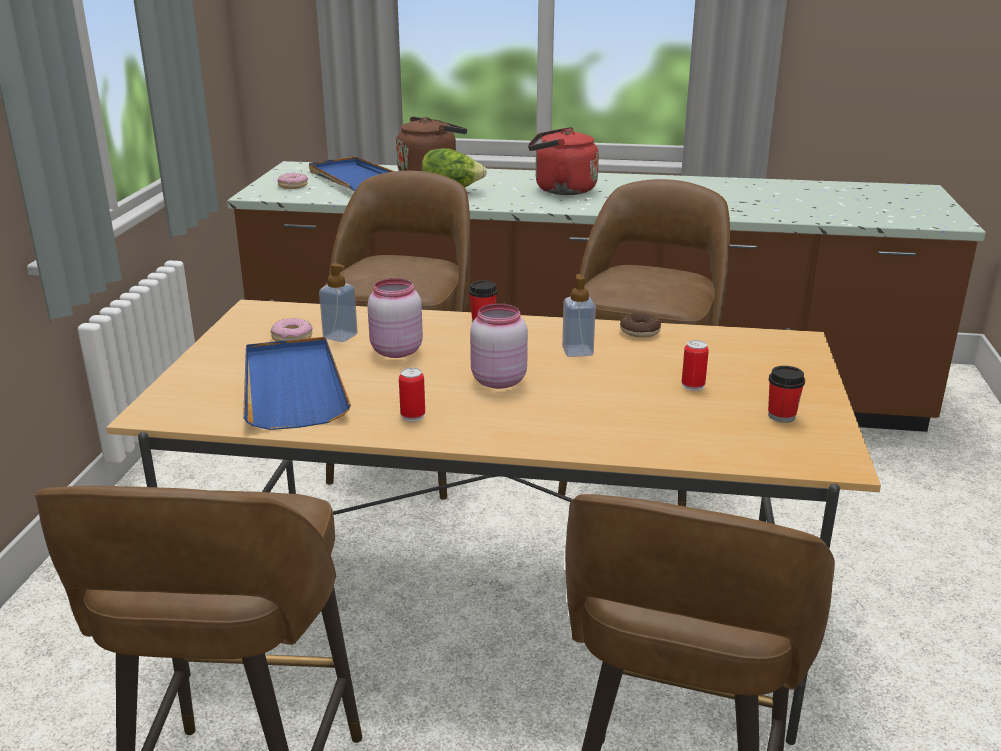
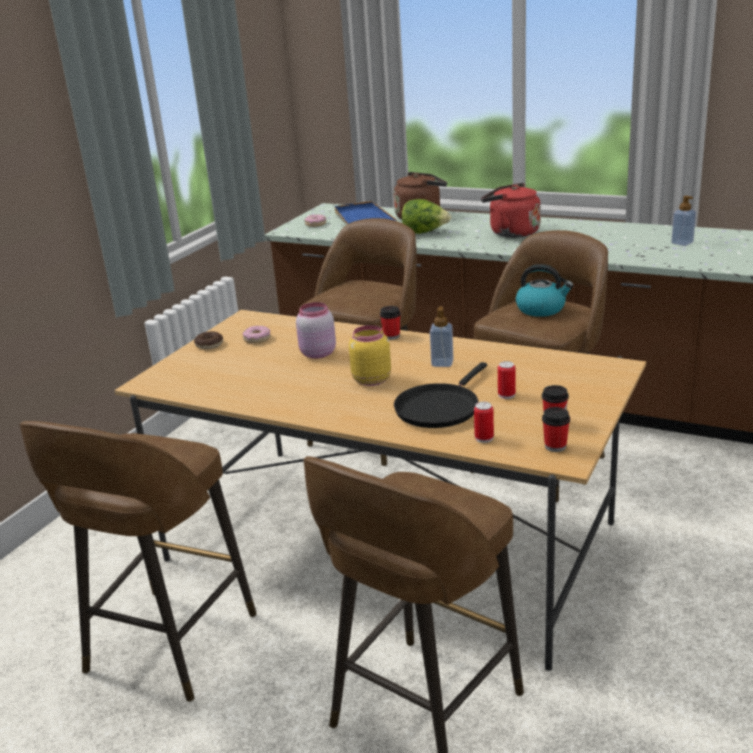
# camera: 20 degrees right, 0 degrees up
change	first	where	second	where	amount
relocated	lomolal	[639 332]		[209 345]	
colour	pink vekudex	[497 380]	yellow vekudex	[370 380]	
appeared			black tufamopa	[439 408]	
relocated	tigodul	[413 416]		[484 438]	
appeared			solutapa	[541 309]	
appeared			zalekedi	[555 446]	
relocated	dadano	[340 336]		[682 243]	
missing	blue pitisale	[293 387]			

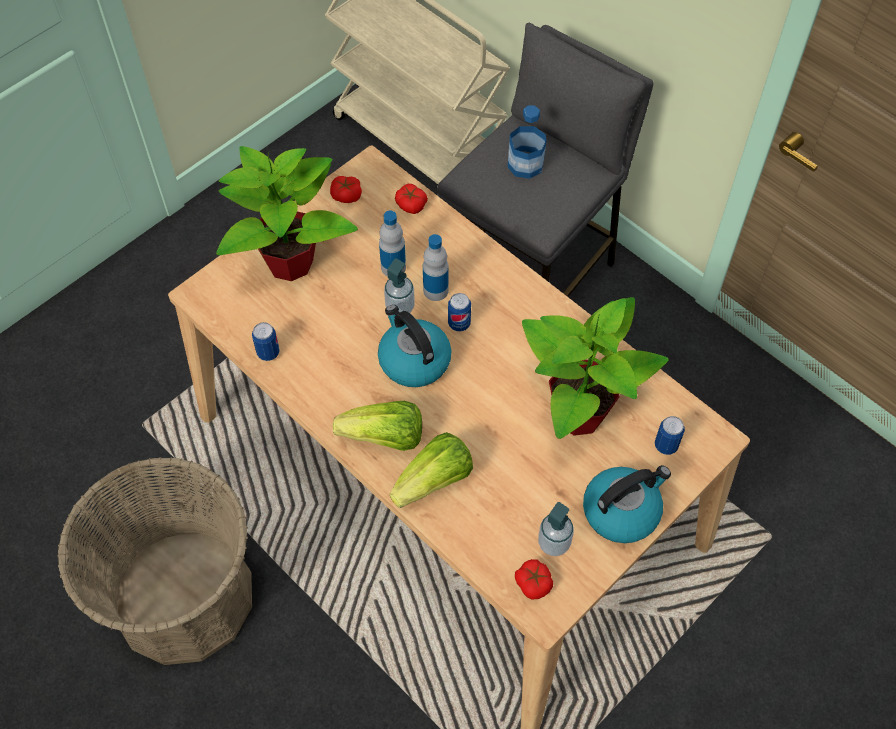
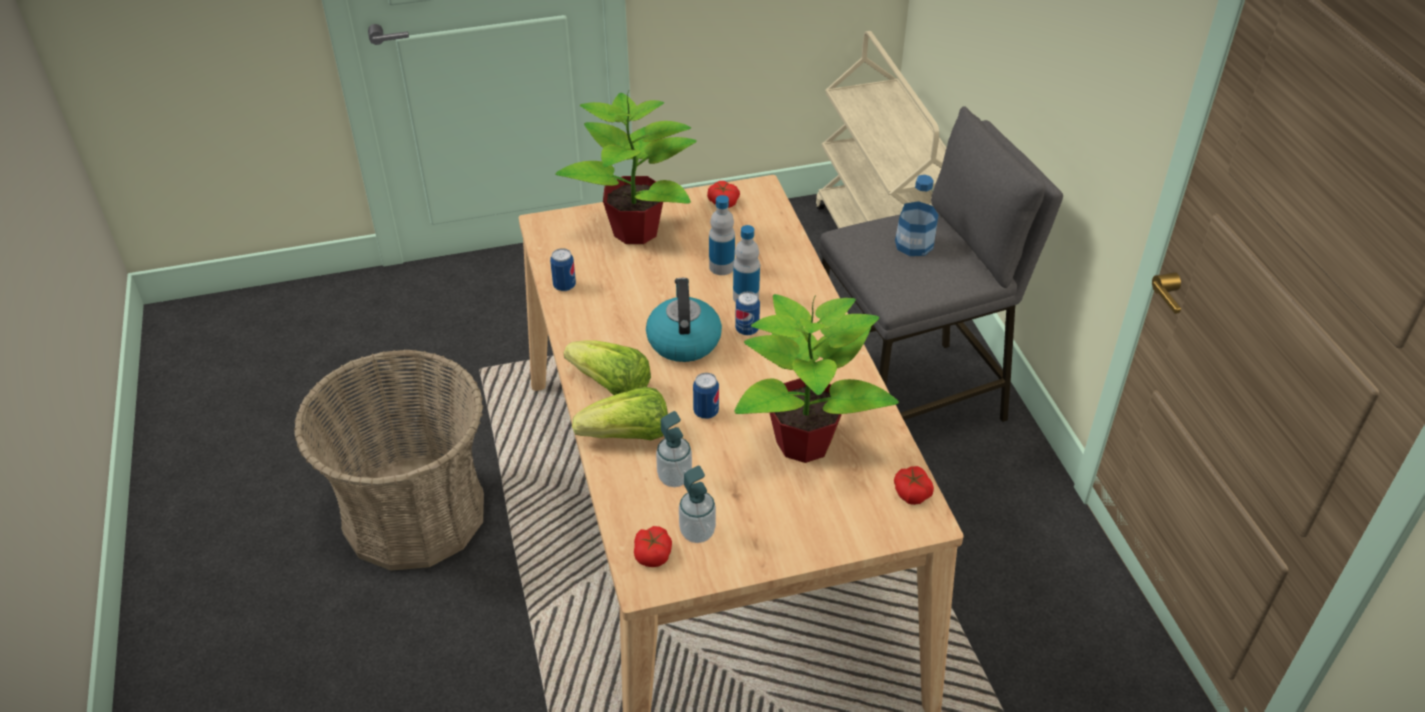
# camera: 30 degrees right, 15 degrees down
change	first	where	second	where	amount
relocated	dadano	[400 308]		[674 477]	
relocated	tigodul	[666 445]		[706 412]	
relocated	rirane	[411 204]		[911 492]	
missing	solutapa	[622 510]			

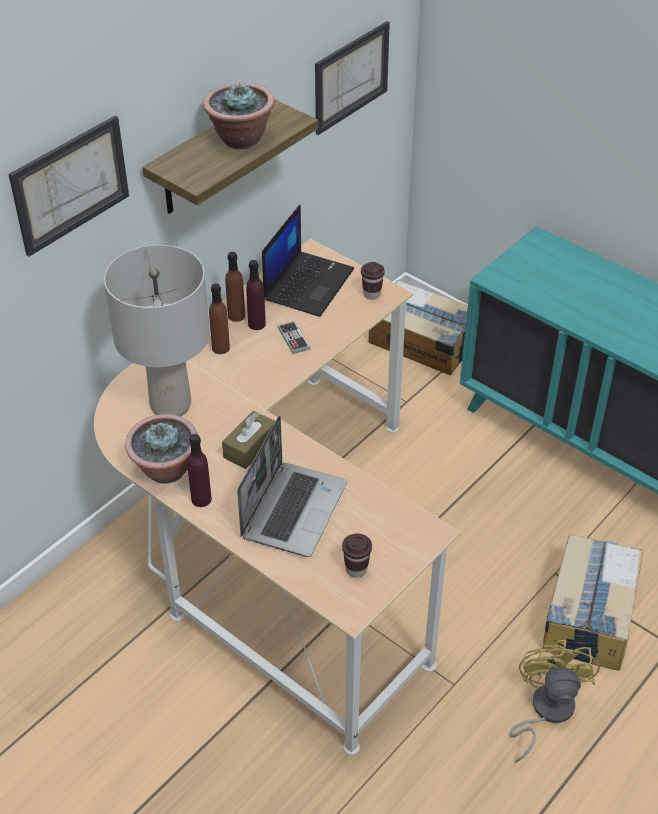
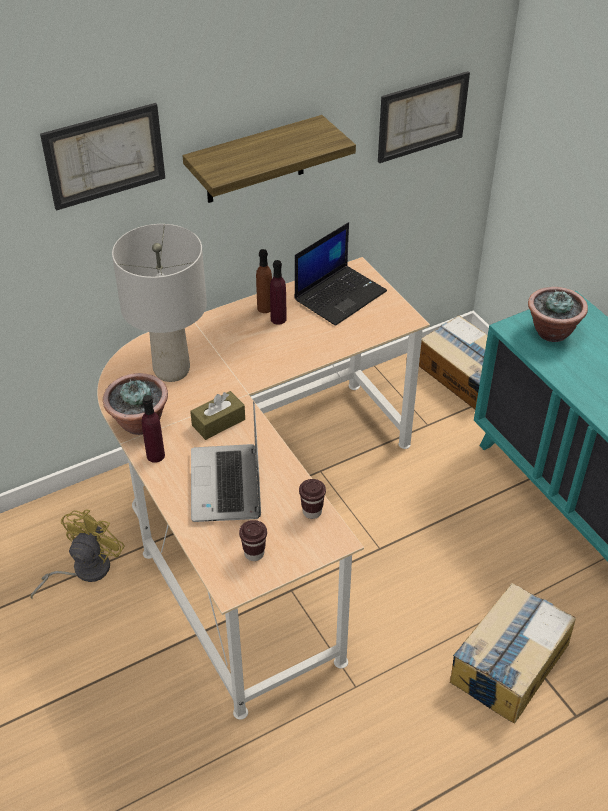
# camera: 20 degrees right, 0 degrees up
change	first	where	second	where	amount
relocated	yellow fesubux	[545 711]		[83 570]	
spun	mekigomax	[293 509]		[227 485]	135 degrees clockwise
relocated	brown zalekedi	[372 294]		[312 512]	
relocated	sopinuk	[240 138]		[551 331]	
missing	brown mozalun	[220 348]			
missing	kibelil	[293 339]			

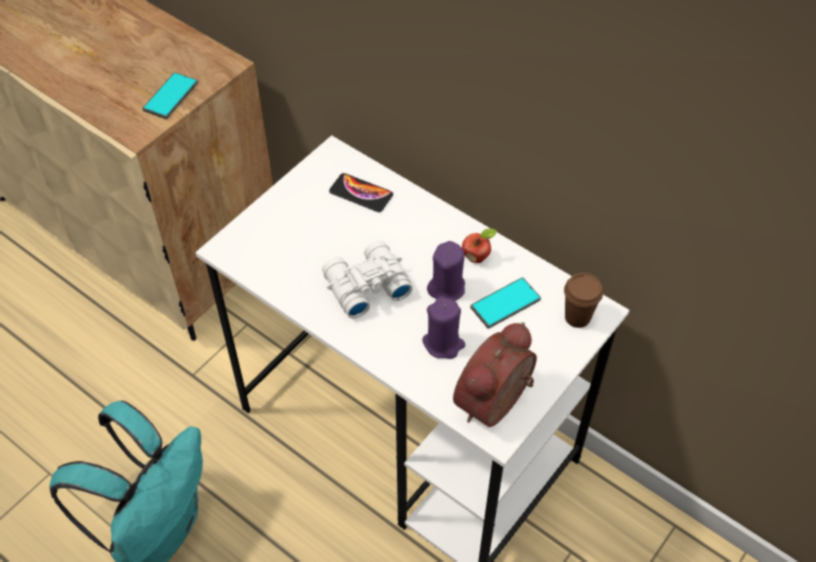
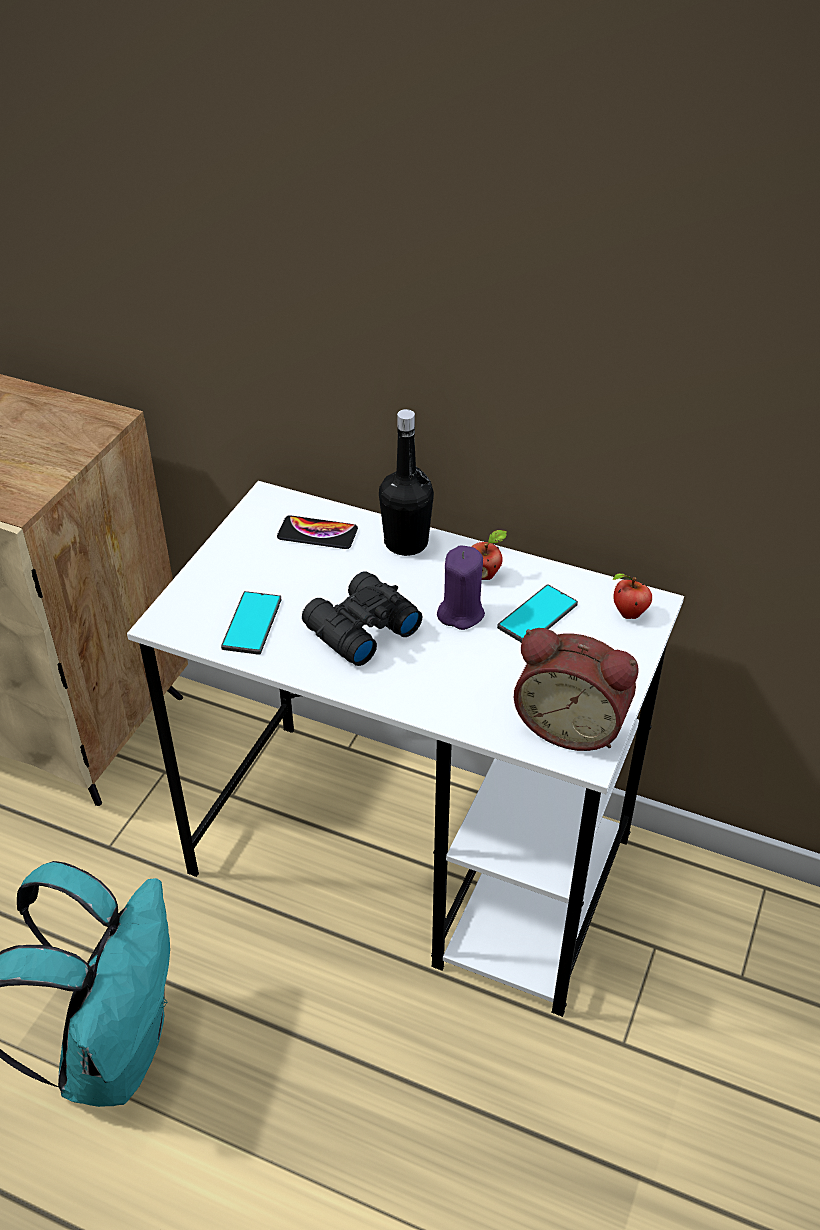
# camera: 15 degrees left, 10 degrees down
change	first	where	second	where	amount
relocated	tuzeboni	[170 96]		[252 623]	
colour	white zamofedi	[364 285]	black zamofedi	[359 629]	
appeared			black mozalun	[406 543]	
spun	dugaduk	[497 404]		[571 724]	90 degrees counterclockwise
exchanged	brown zalekedi	[577 317]	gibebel	[628 614]	
missing	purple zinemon	[443 343]			

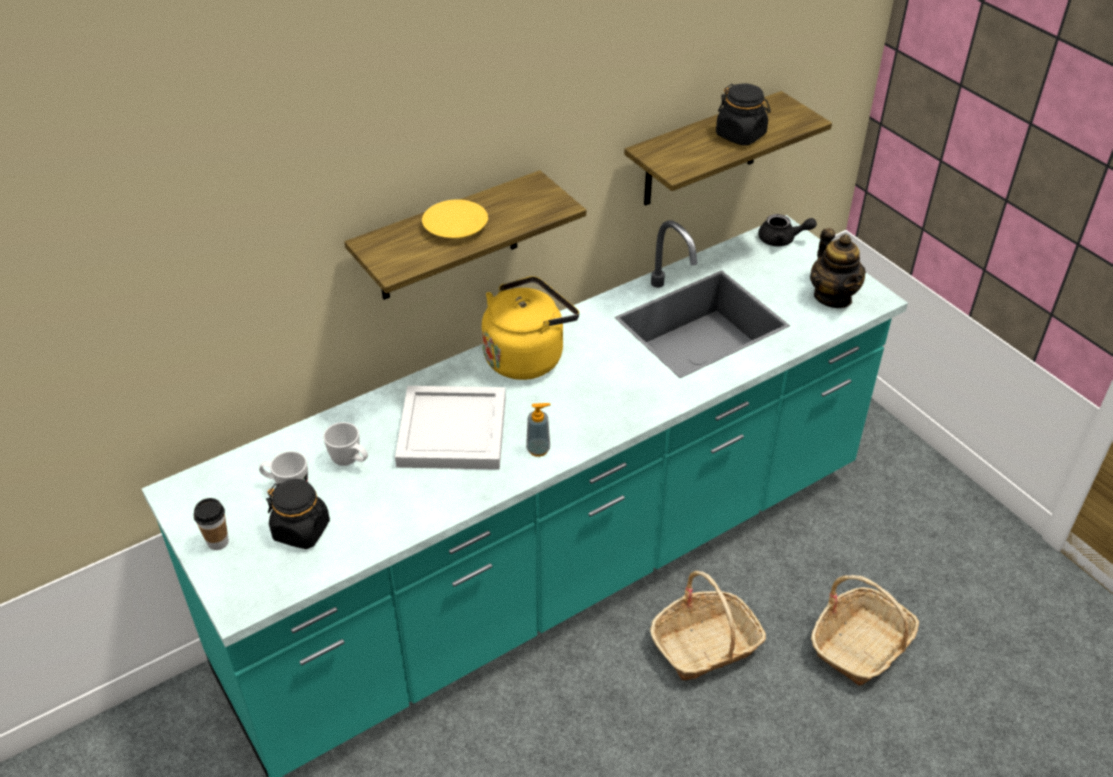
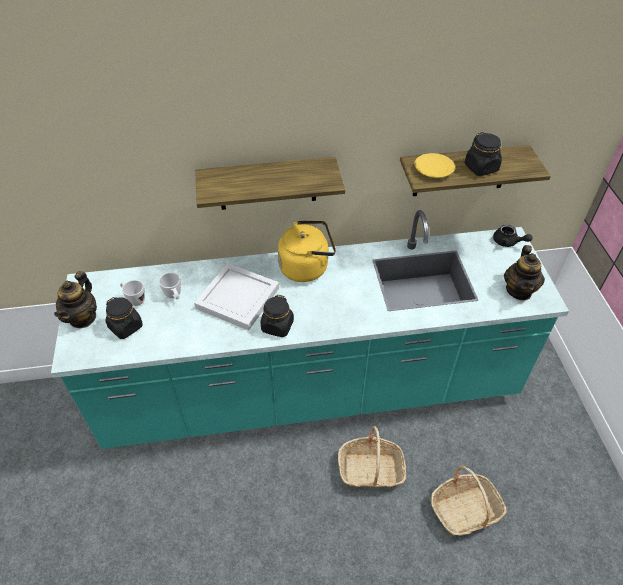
# camera: 25 degrees right, 5 degrees up
change	first	where	second	where	amount
exchanged	zalekedi	[218 542]	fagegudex	[82 317]	
exchanged	dadano	[538 449]	black vekudex	[277 326]	
relocated	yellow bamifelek	[456 227]		[434 170]	

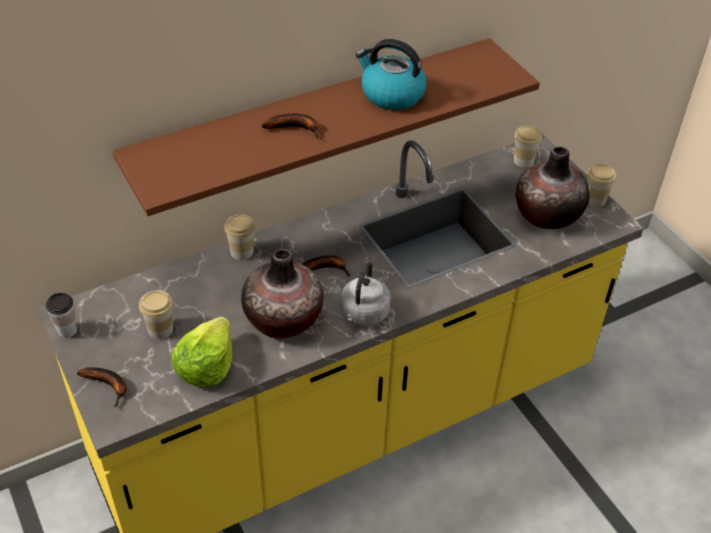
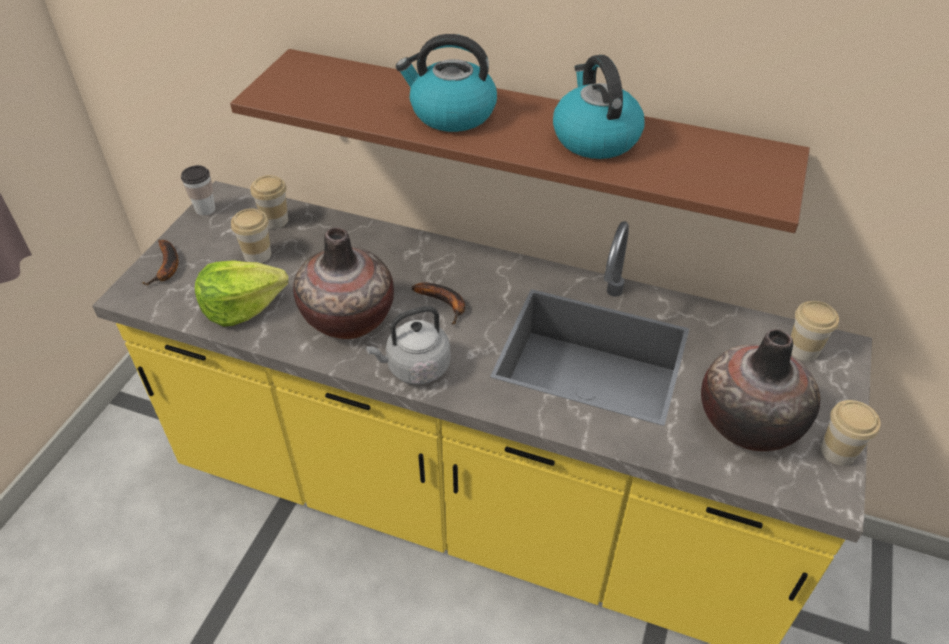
# camera: 50 degrees right, 0 degrees up
change	first	where	second	where	amount
relocated	zalekedi	[242 252]		[275 220]	
exchanged	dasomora	[295 128]	solutapa	[451 113]	

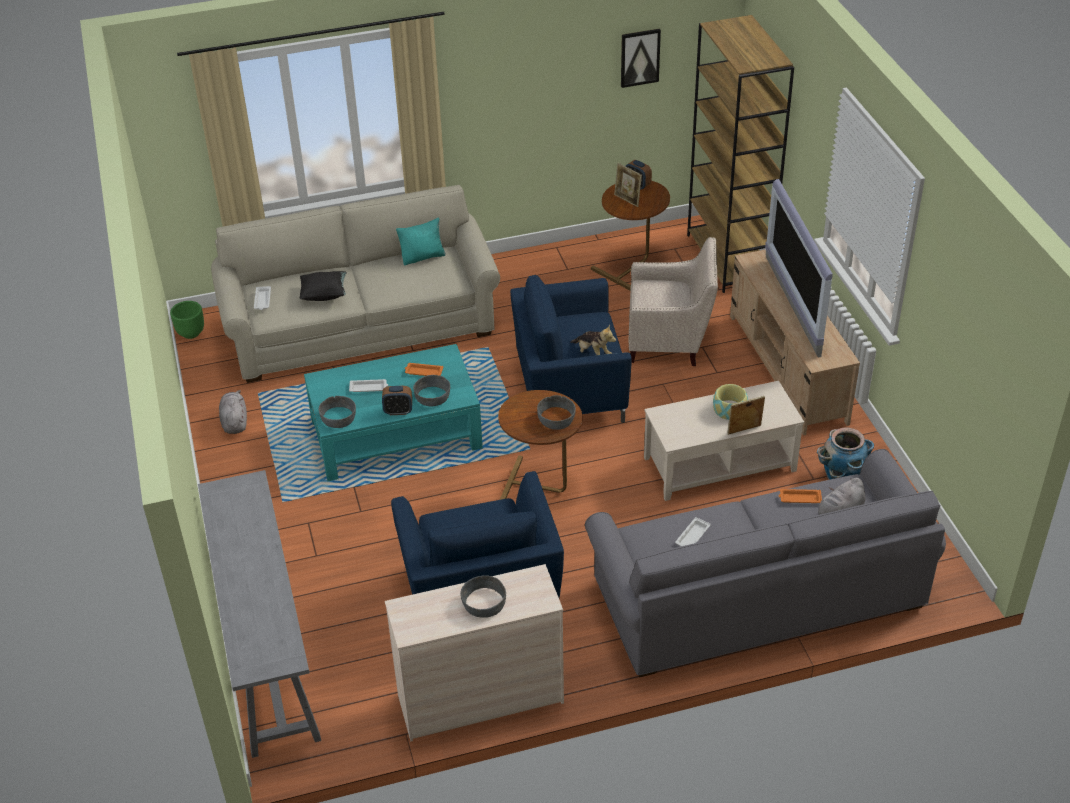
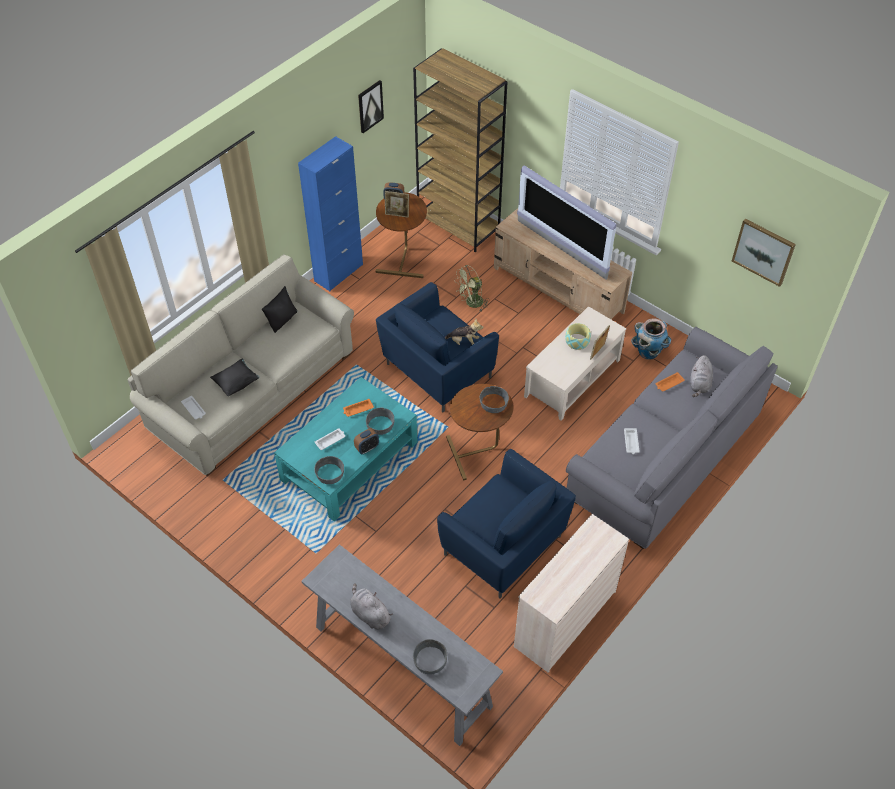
# camera: 35 degrees left, 10 degrees up
change	first	where	second	where	amount
colour	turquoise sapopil	[423 257]	black sapopil	[282 320]	
appeared			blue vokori	[338 273]	
relocated	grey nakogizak	[234 422]		[369 614]	
relocated	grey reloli	[483 603]		[429 661]	
exchanged	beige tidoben	[670 341]	green fesubux	[471 303]	
appeared			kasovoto	[763 251]	
missing	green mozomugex	[191 333]			

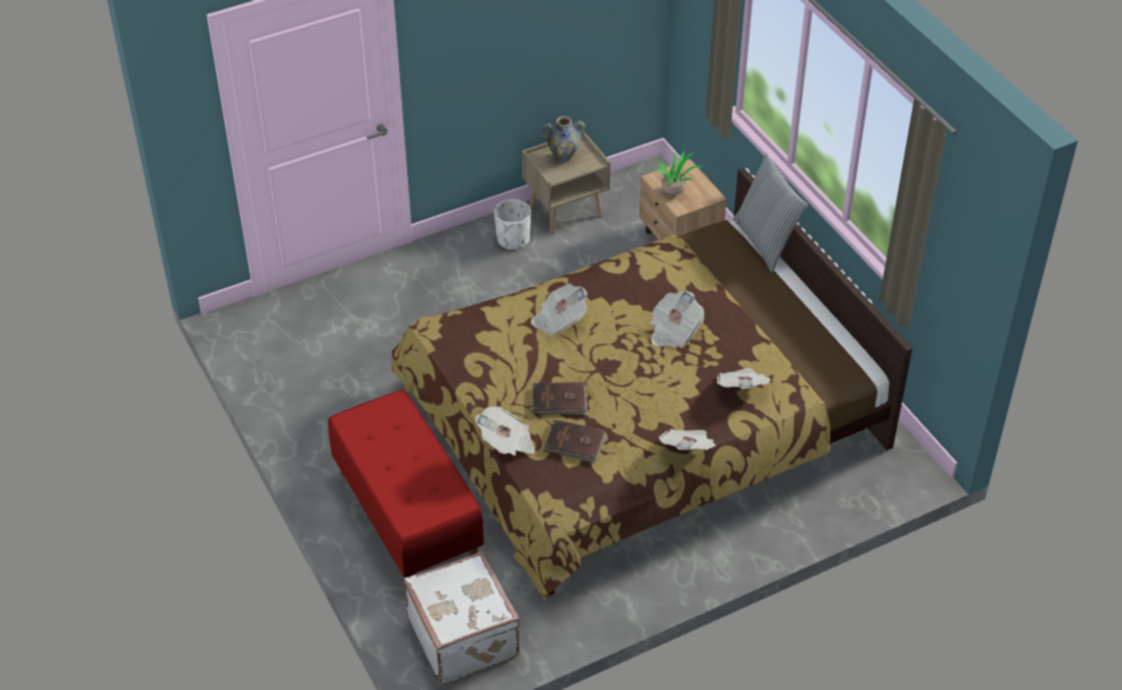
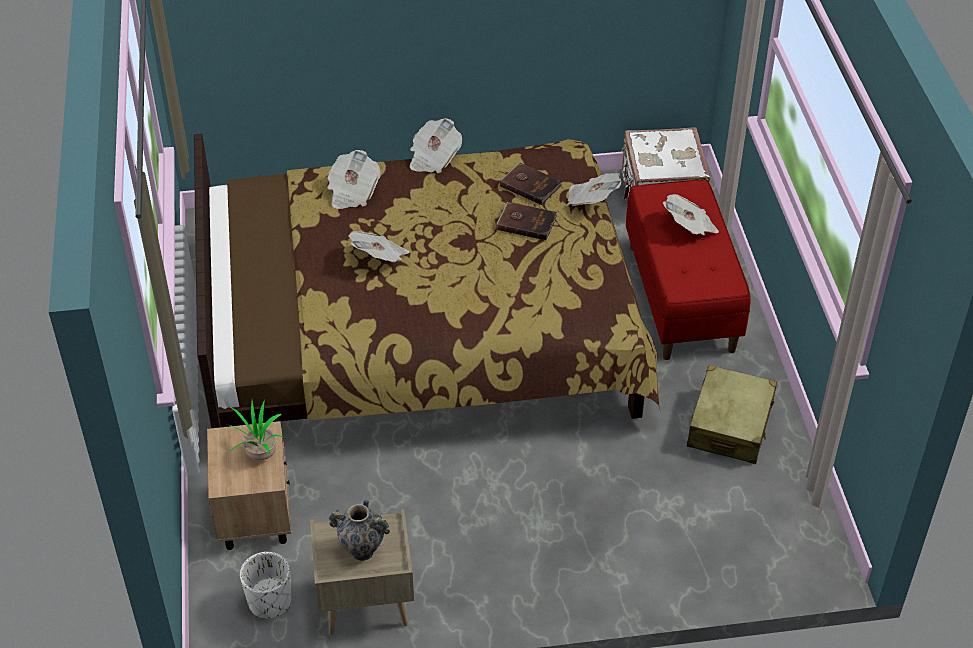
# camera: 160 degrees left, 0 degrees up
change	first	where	second	where	amount
relocated	white mozomugex	[513 239]		[269 602]	
relocated	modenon	[559 321]		[689 227]	
appeared			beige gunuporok	[730 425]	
missing	sapopil	[766 242]			

